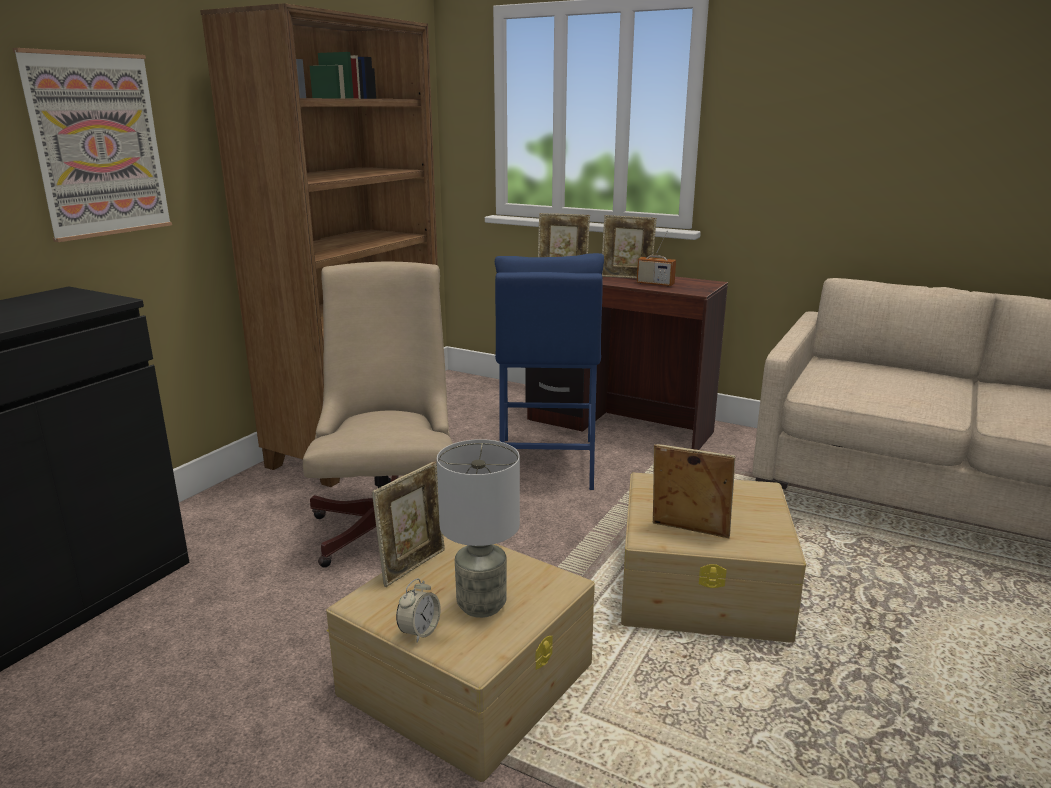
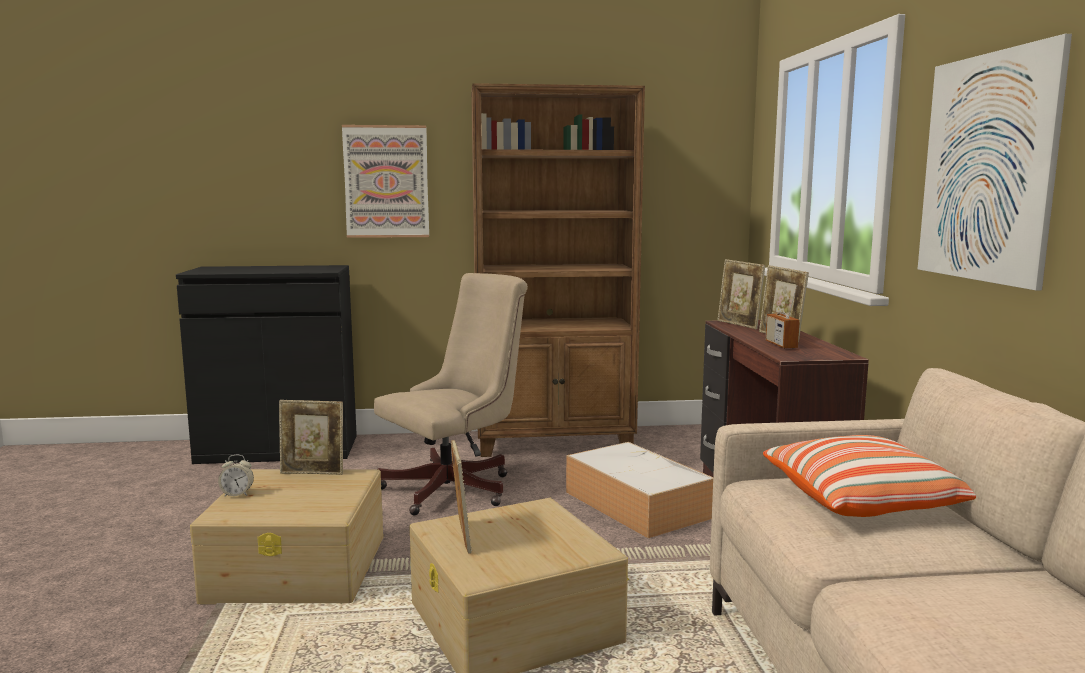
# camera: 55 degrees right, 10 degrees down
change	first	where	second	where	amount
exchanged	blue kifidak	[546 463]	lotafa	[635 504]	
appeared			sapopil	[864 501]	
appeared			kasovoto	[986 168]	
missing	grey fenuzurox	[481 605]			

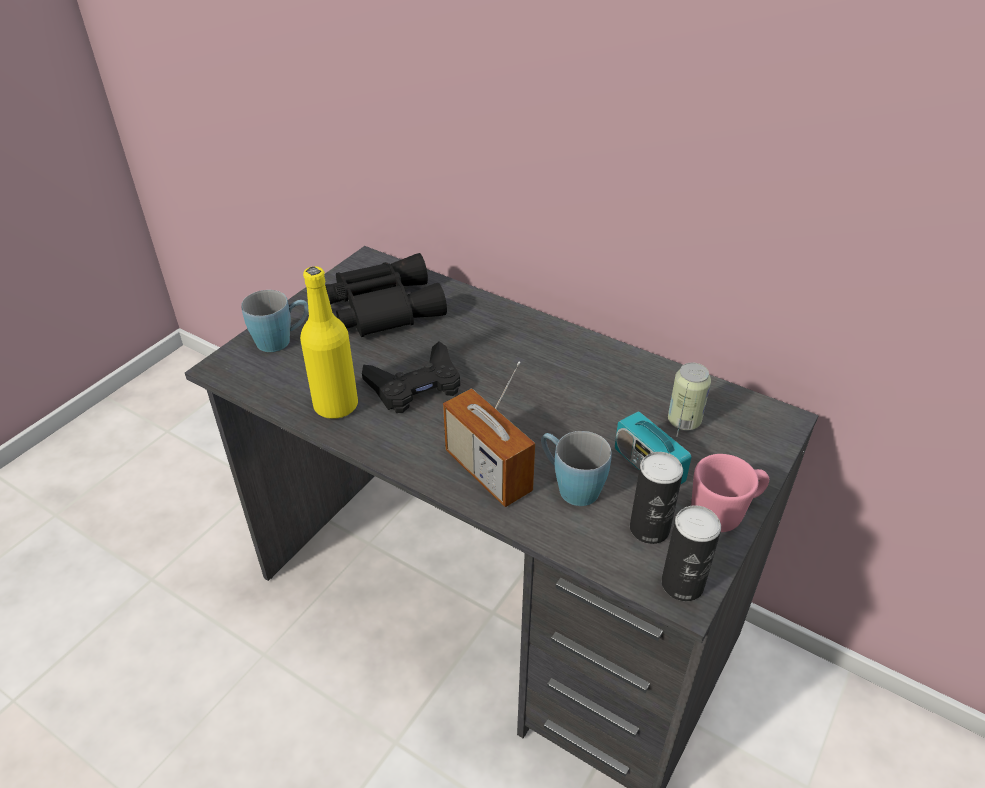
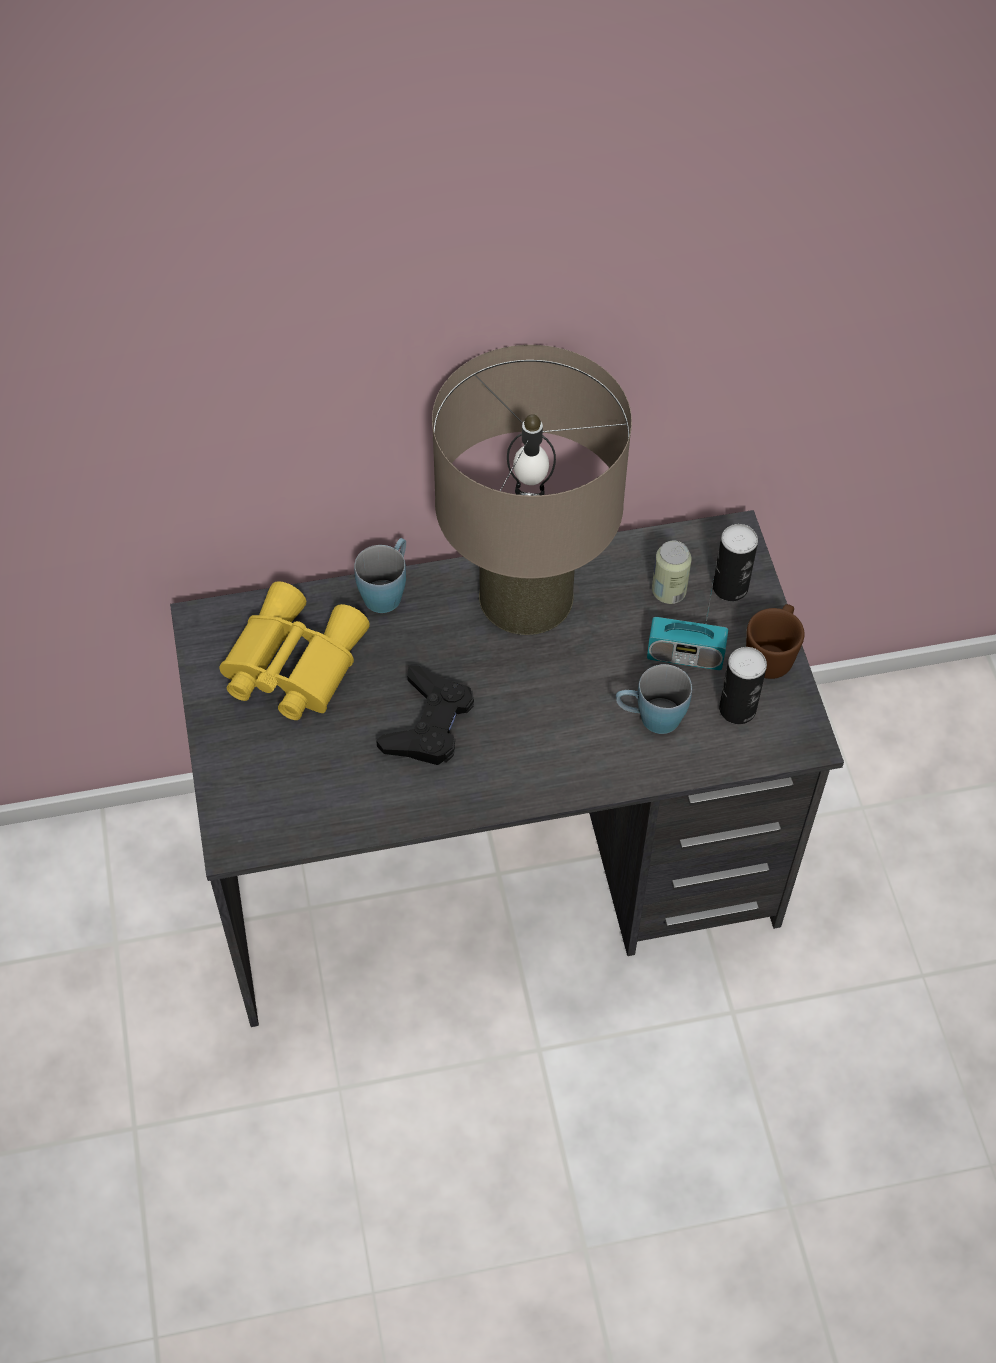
# camera: 45 degrees left, 15 degrees up
change	first	where	second	where	amount
colour	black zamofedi	[382 306]	yellow zamofedi	[290 664]	
relocated	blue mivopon	[282 340]		[387 590]	
appeared			beige fenuzurox	[526 596]	
relocated	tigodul	[682 584]		[730 587]	
colour	pink mivopon	[724 513]	brown mivopon	[772 655]	
missing	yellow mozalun	[336 405]			
missing	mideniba	[488 472]			

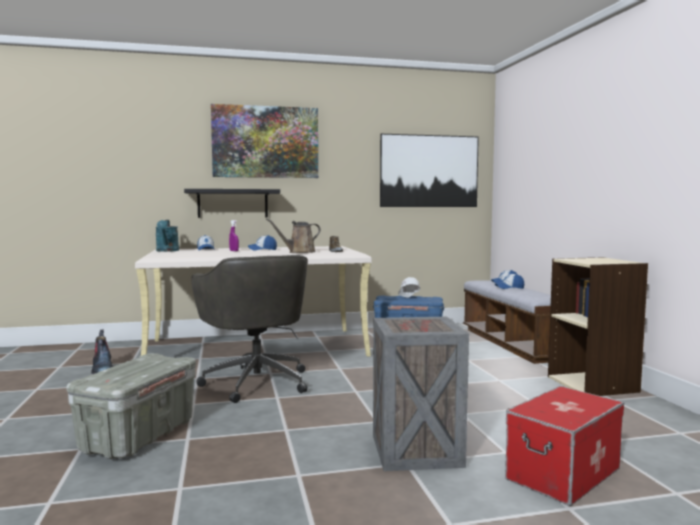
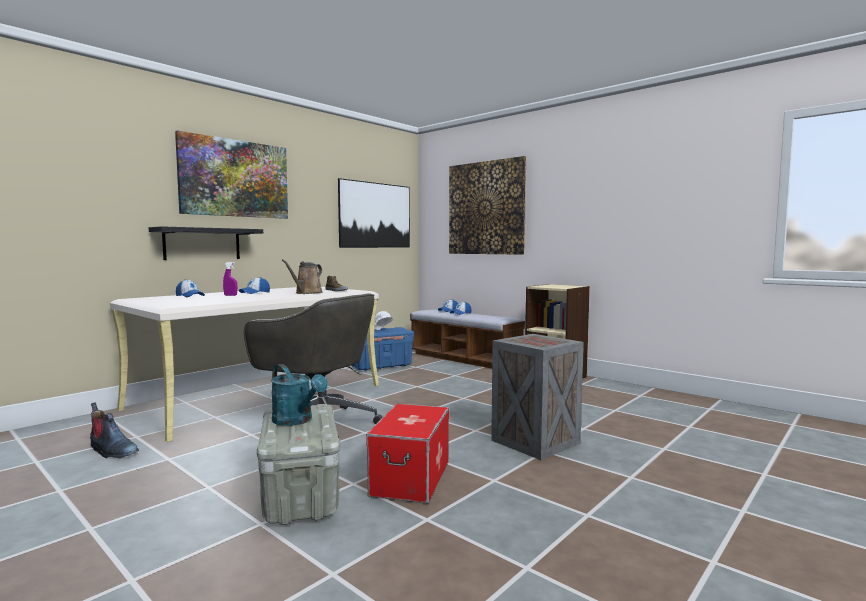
# camera: 35 degrees left, 0 degrees up
change	first	where	second	where	amount
relocated	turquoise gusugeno	[167 251]		[296 421]	
relocated	lotafa	[562 473]		[410 478]	
appeared			kasovoto	[486 208]	

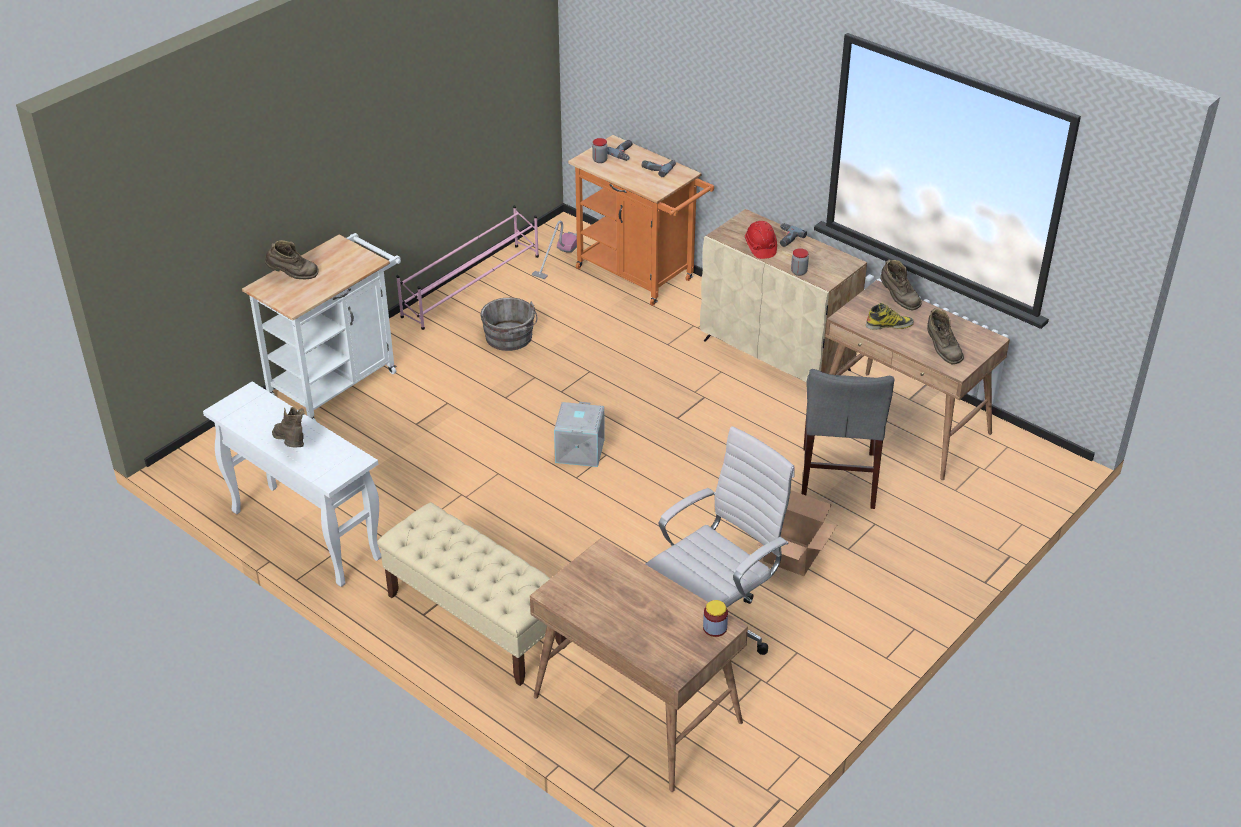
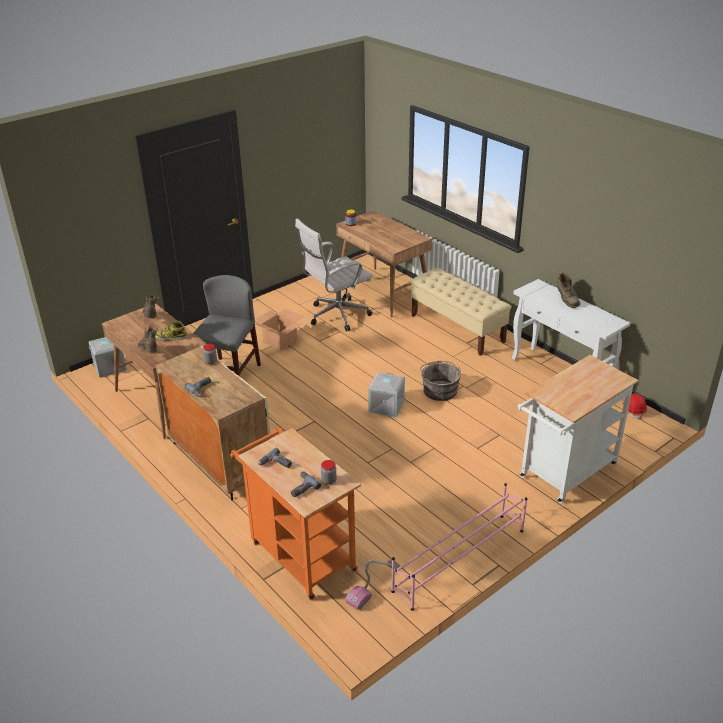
# camera: 170 degrees left, 5 degrees down
change	first	where	second	where	amount
appeared			grey lotafa	[110 367]	
relocated	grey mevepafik	[510 338]		[439 389]	
relocated	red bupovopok	[760 247]		[633 410]	
missing	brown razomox	[293 276]			

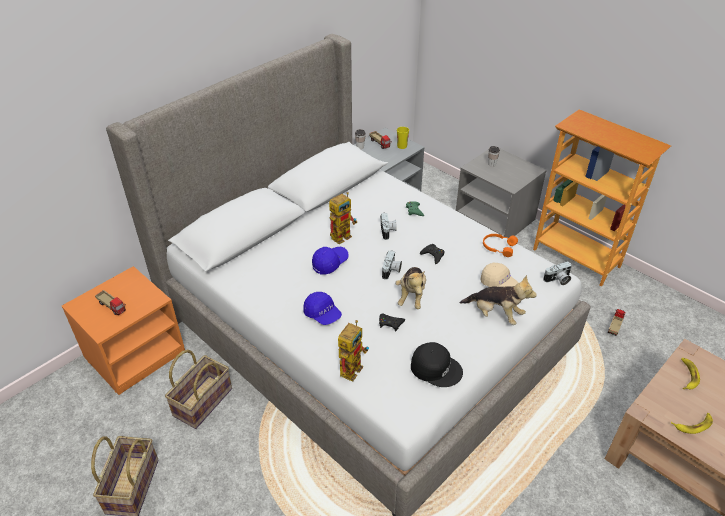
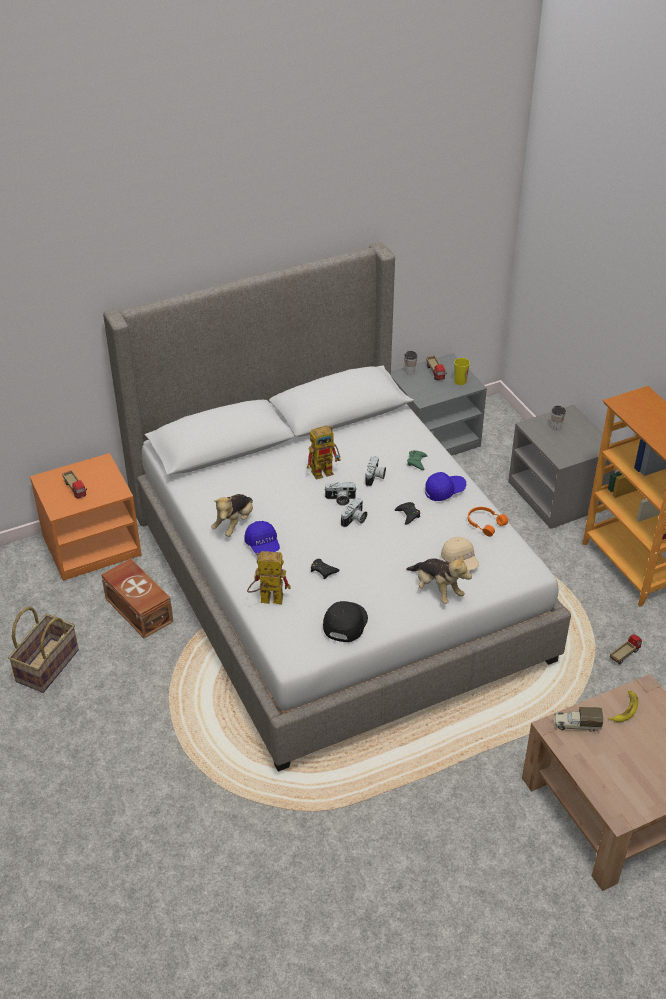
# camera: 20 degrees right, 0 degrees up
change	first	where	second	where	amount
exchanged	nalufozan	[202 401]	brown lotafa	[139 609]	
relocated	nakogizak	[411 296]		[234 523]	
spun	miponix	[352 366]		[266 600]	135 degrees counterclockwise
spun	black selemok	[436 368]		[344 622]	120 degrees counterclockwise
relocated	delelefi	[558 280]		[340 499]	
relocated	blue selemok	[330 263]		[444 491]	
appeared			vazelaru	[576 724]	
missing	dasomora	[693 424]			

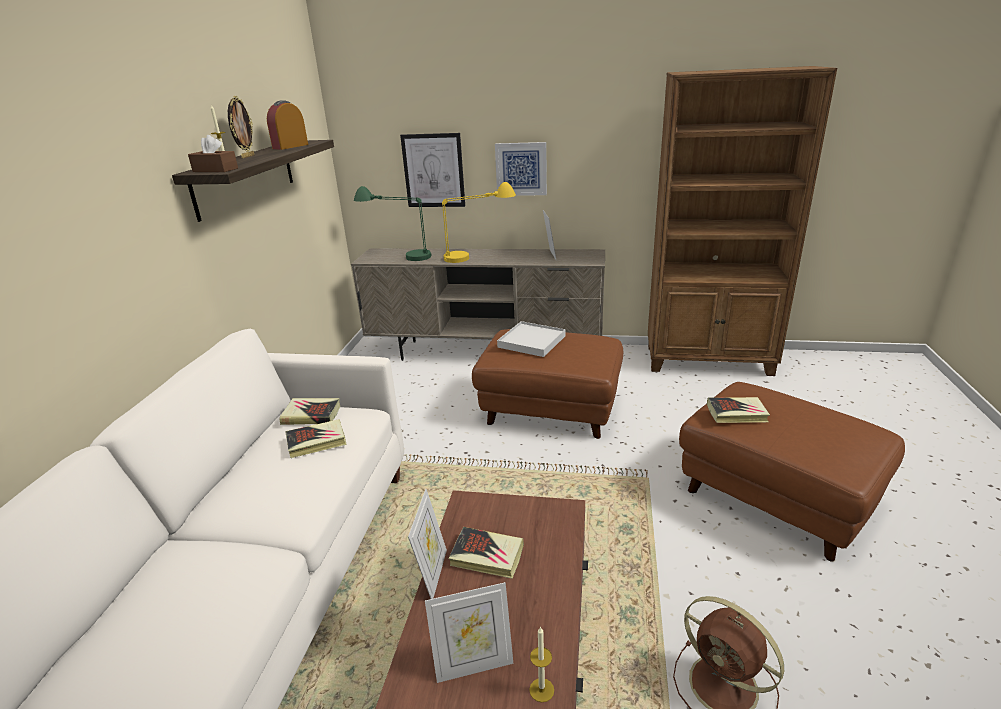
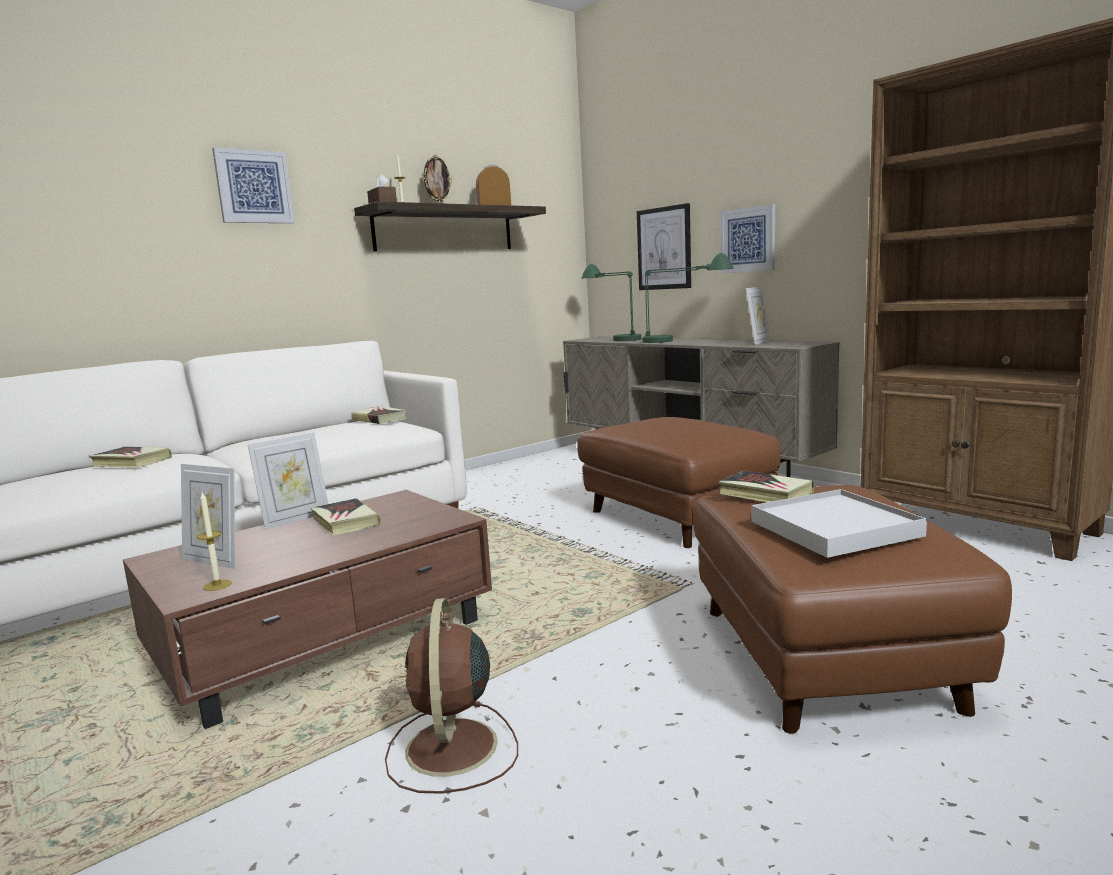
# camera: 40 degrees right, 15 degrees down
change	first	where	second	where	amount
relocated	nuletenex	[317 442]		[131 462]	
appeared			kasovoto	[254 187]	
colour	yellow fenuzurox	[478 255]	green fenuzurox	[684 340]	
relocated	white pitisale	[531 342]		[834 529]	

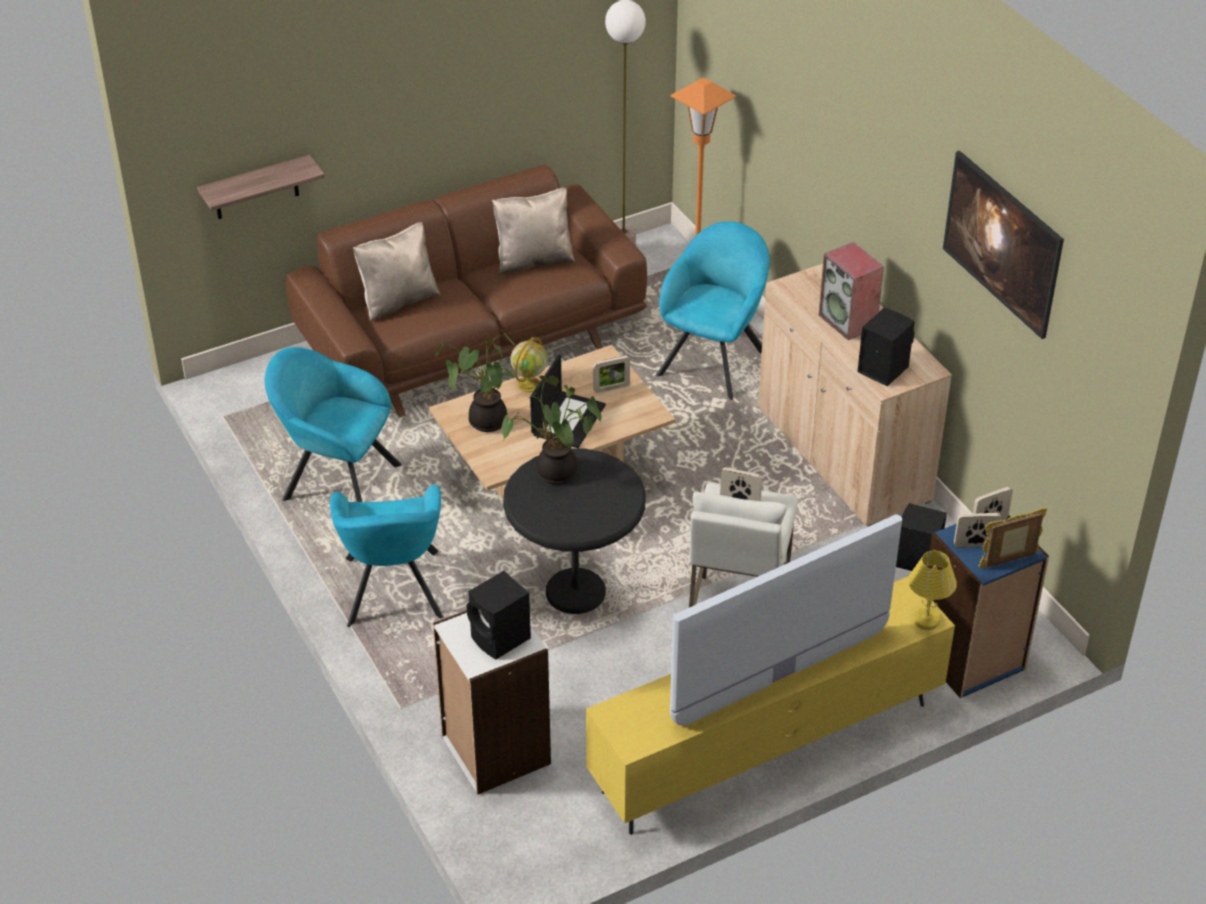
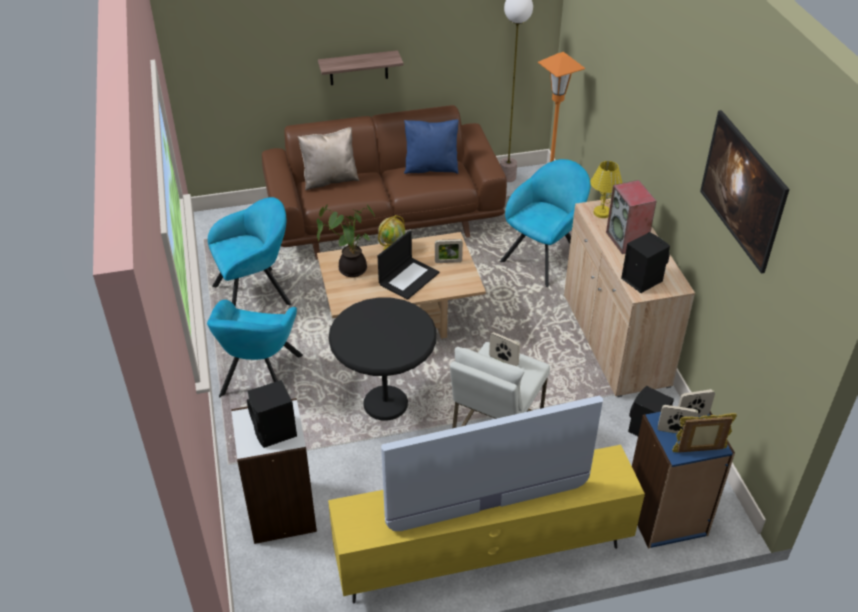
# camera: 15 degrees right, 0 degrees up
change	first	where	second	where	amount
spun	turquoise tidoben	[336 481]		[256 294]	120 degrees clockwise
relocated	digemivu	[256 188]		[358 68]	
colour	beige sapopil	[533 260]	blue sapopil	[431 168]	
relocated	yellow fenuzurox	[926 620]		[602 212]	
missing	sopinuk	[554 474]			

